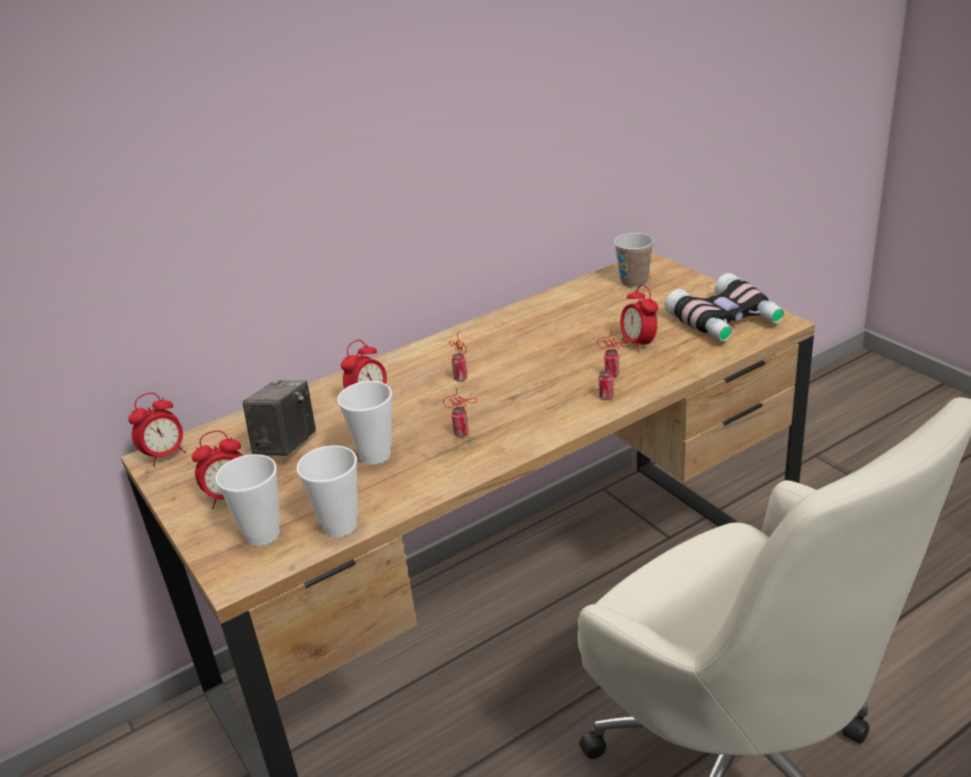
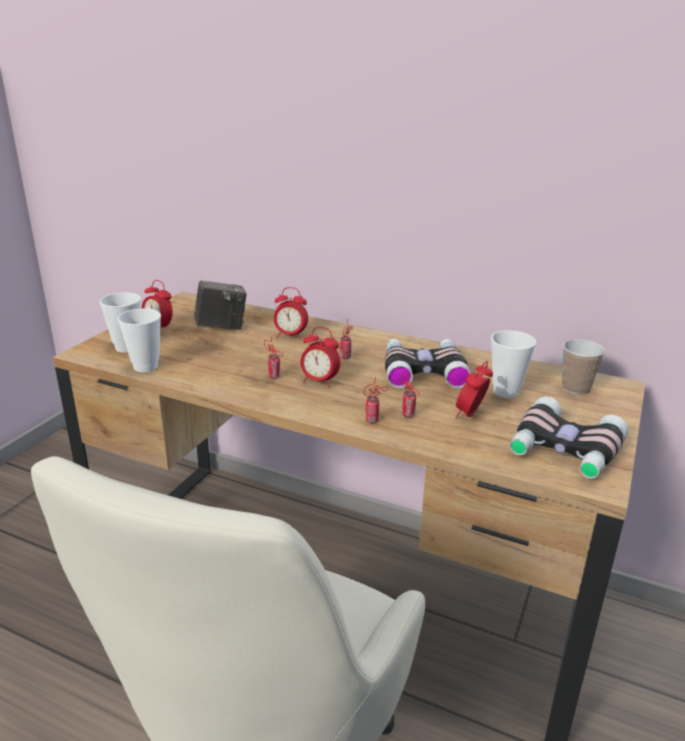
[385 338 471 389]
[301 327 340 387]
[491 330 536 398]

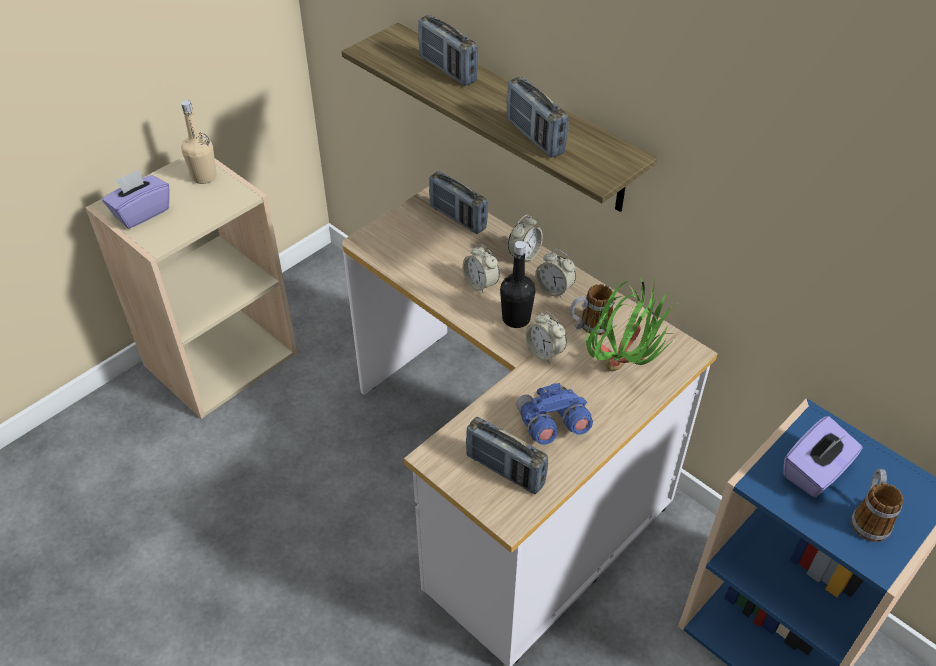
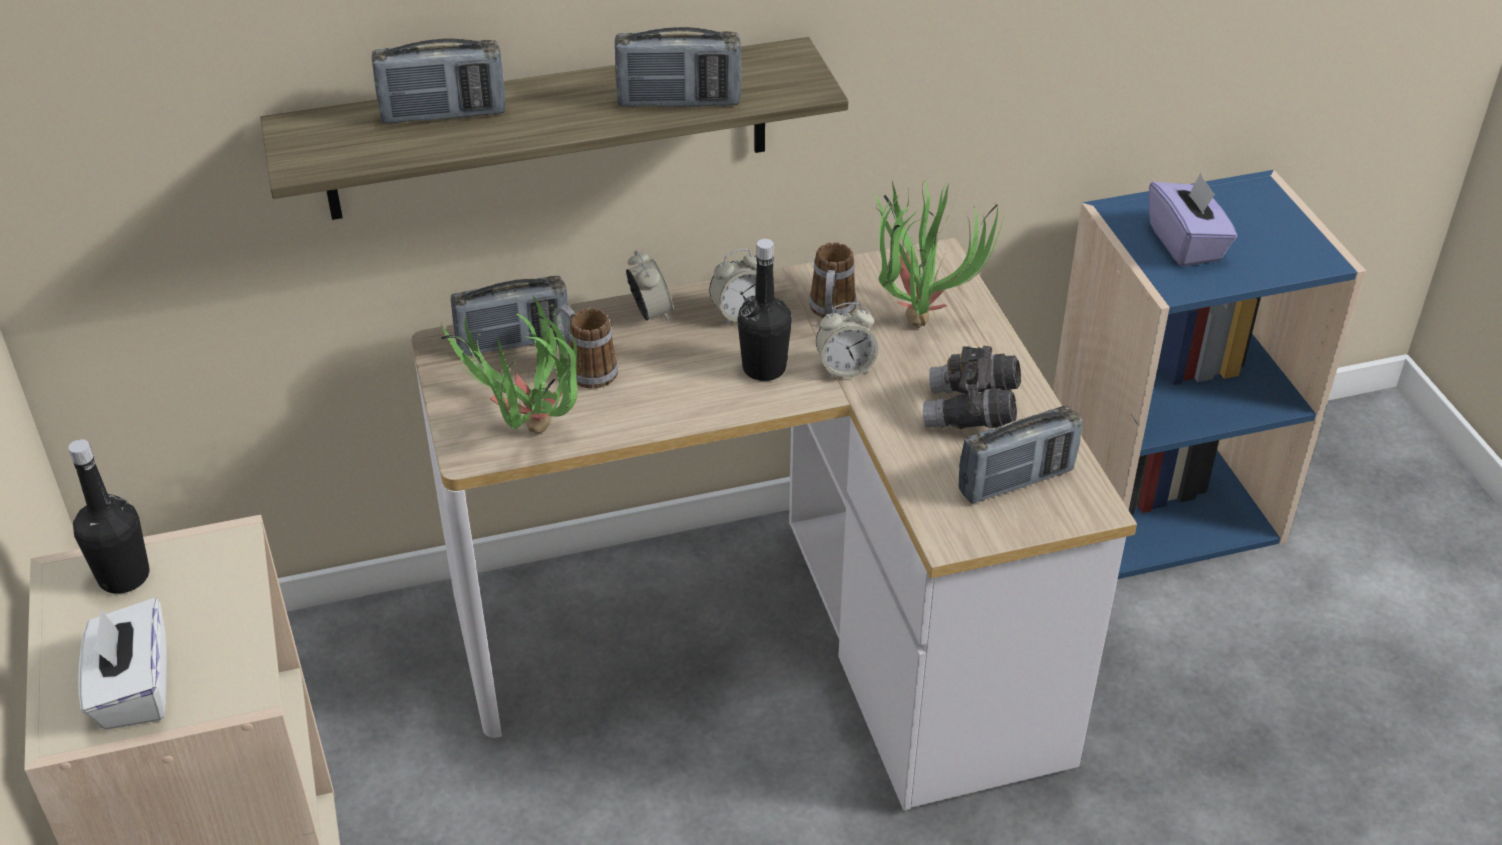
[462 244 500 294] (first image)
[441 296 578 433]
[553 305 618 389]
[78 598 167 730]
[68 439 150 594]
[923 346 1021 429]

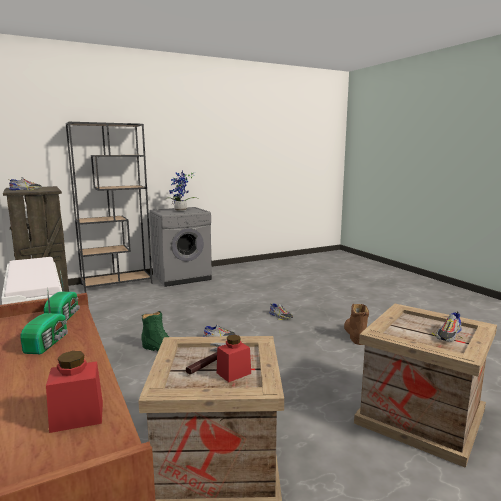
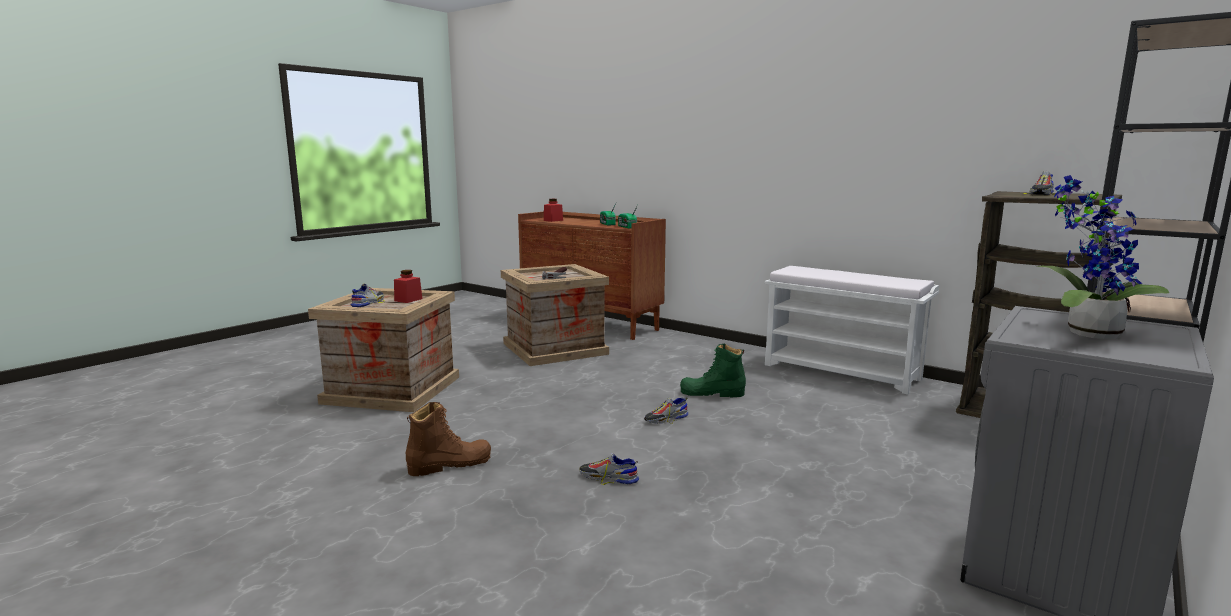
[394 270 422 303]
[406 402 491 476]

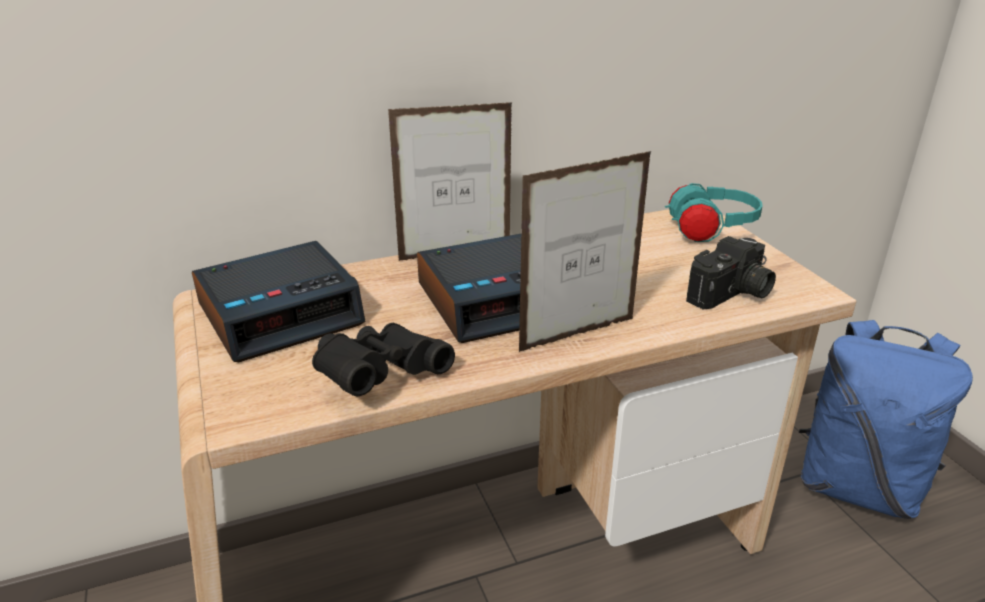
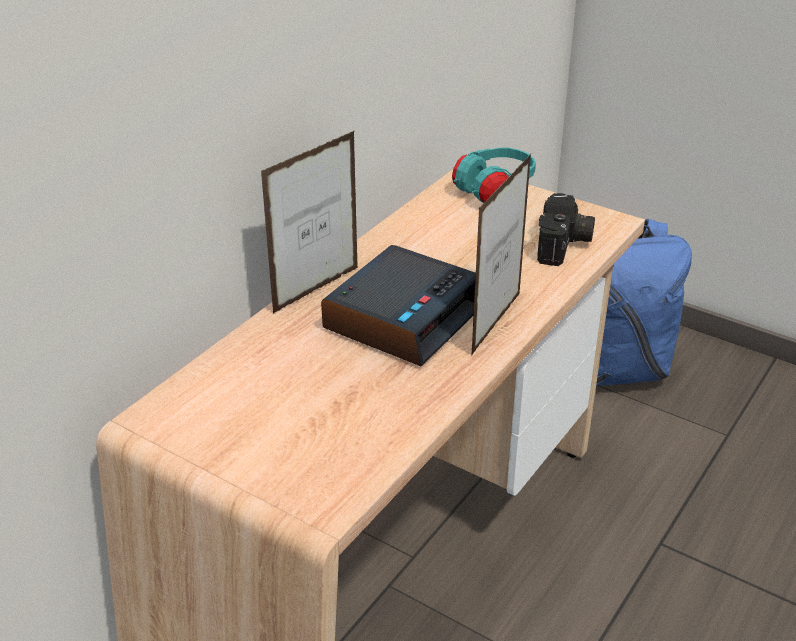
[192 241 365 362] (first image)
[312 323 455 396] (first image)

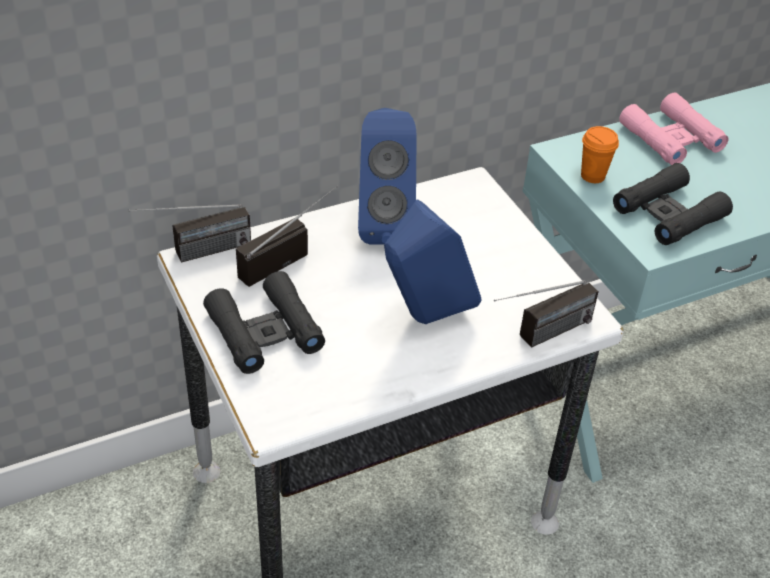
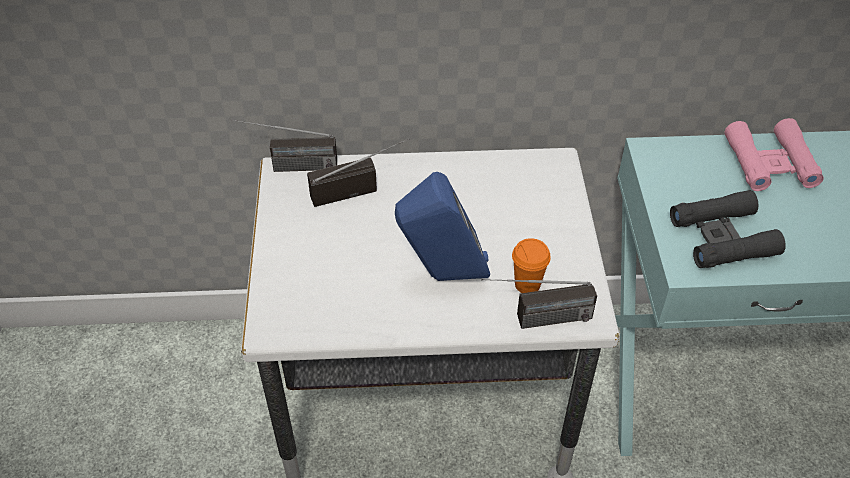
[203 271 325 374] (first image)
[358 108 417 245] (first image)
[512 238 551 293]

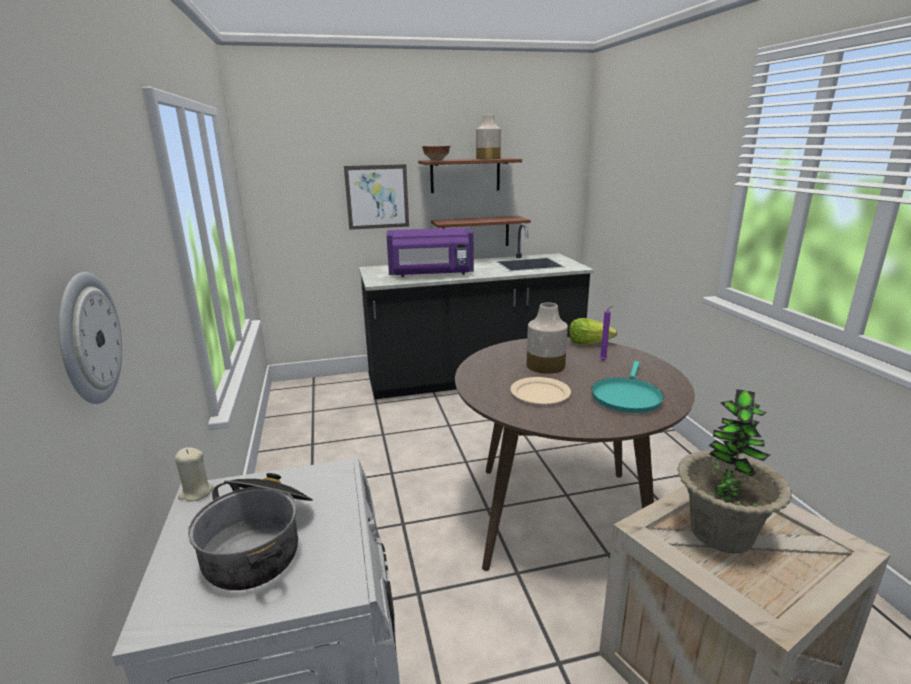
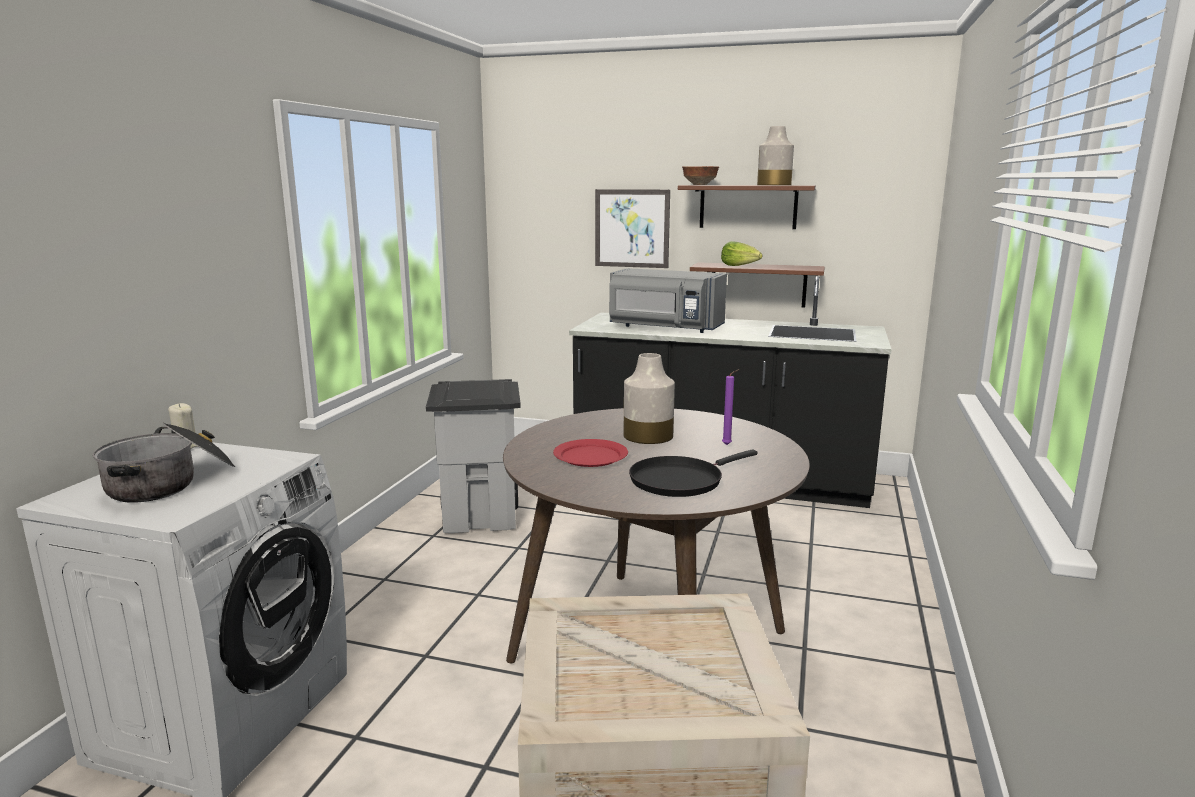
[59 272 122 404] (first image)
[677 389 792 553] (first image)
[426 379 521 533]
[721 241 763 266]
[609 268 727 333]
[553 439 628 467]
[629 450 758 497]

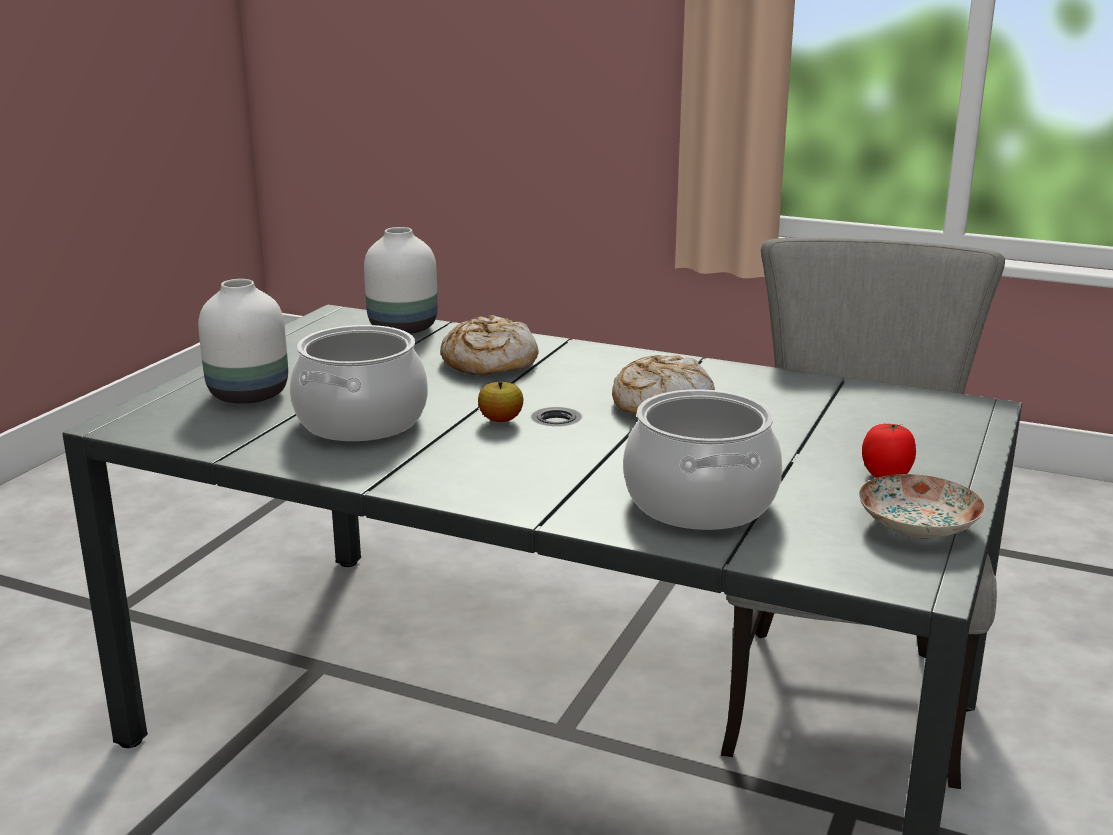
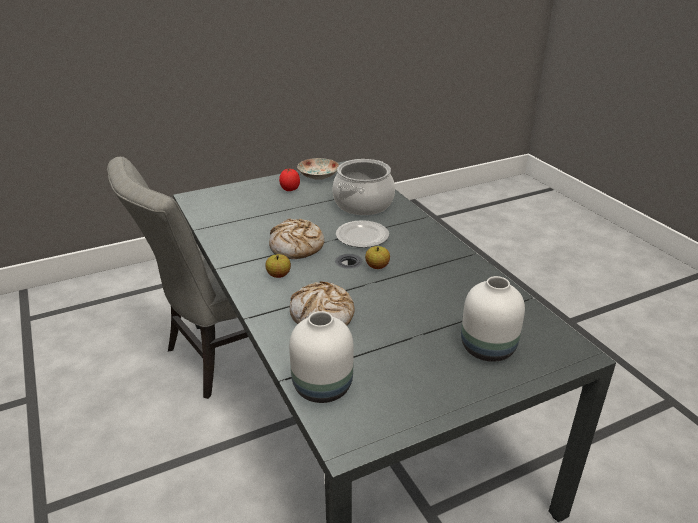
[290 325 428 441] (first image)
[265 254 291 278]
[336 220 389 248]

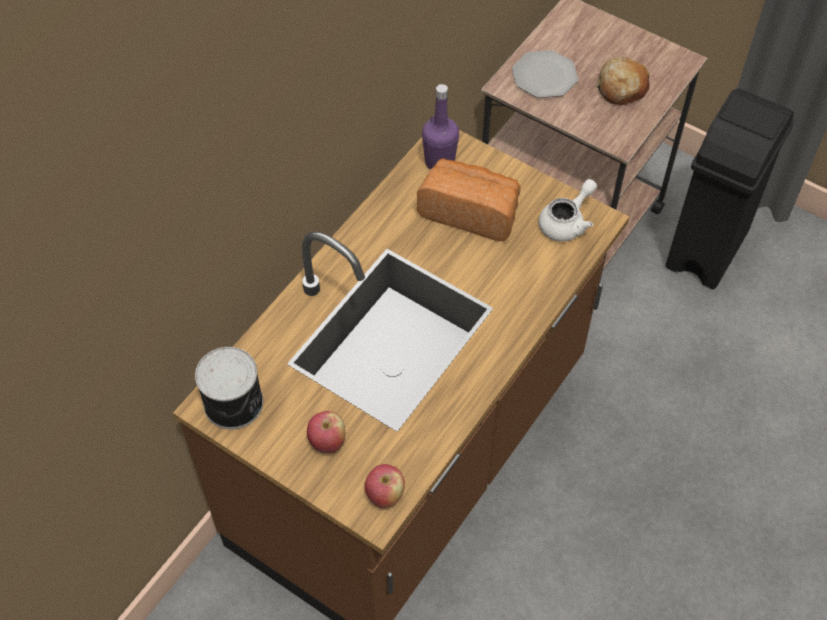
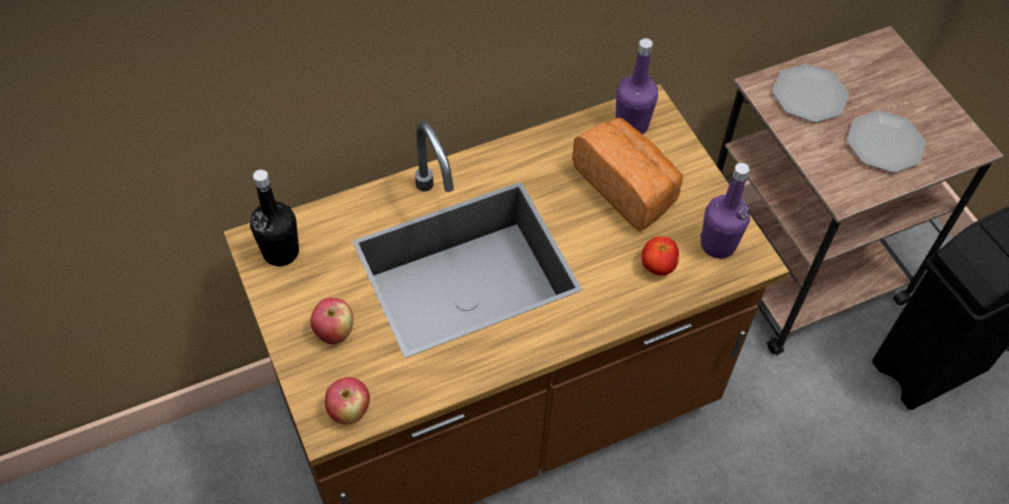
[642 237 679 275]
[250 170 299 266]
[700 163 750 259]
[847 111 926 173]

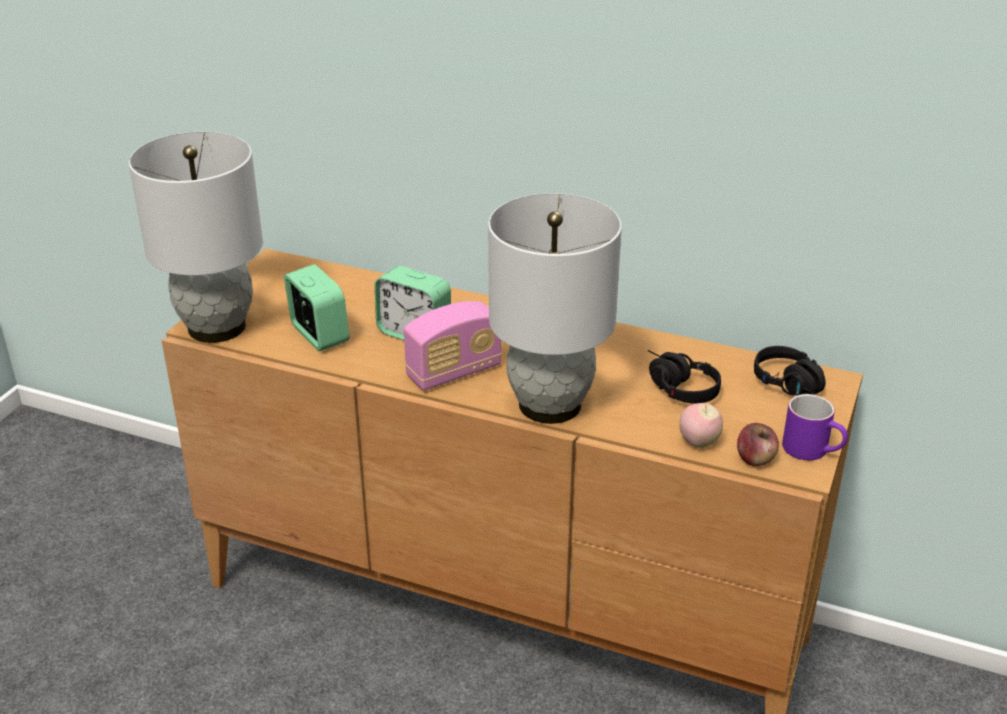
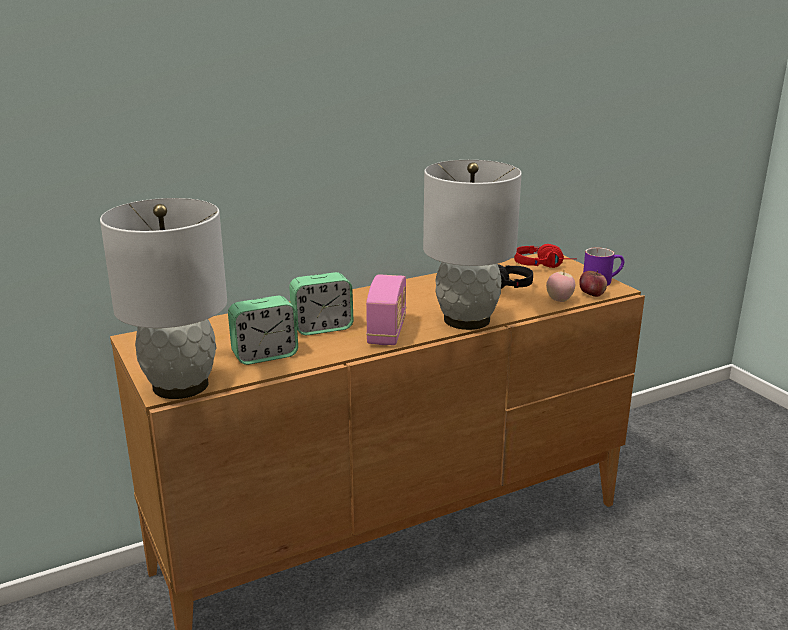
[514 244 577 268]
[228 296 298 365]

